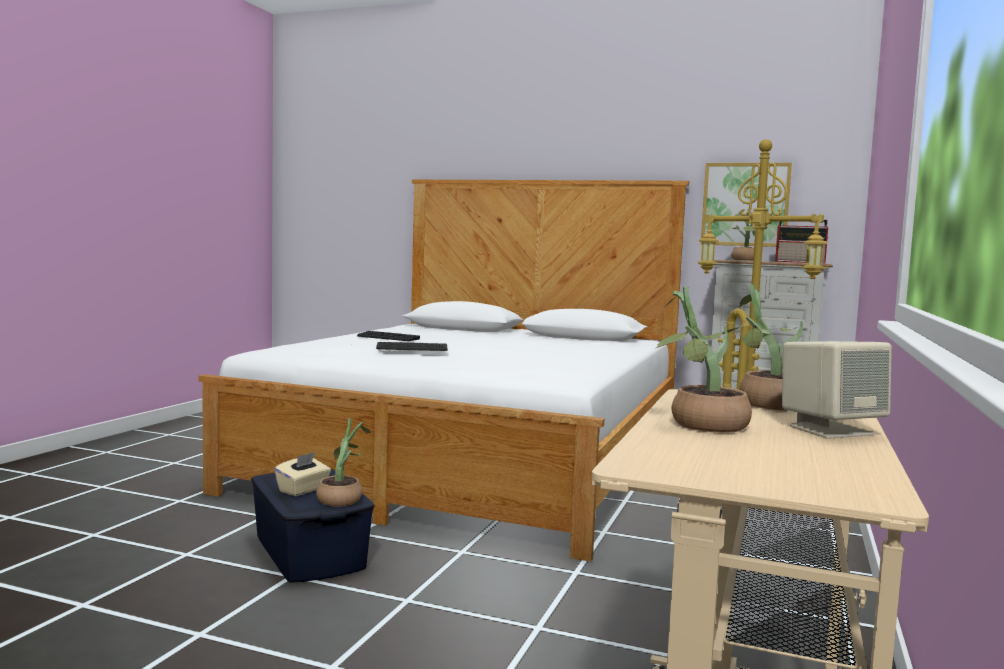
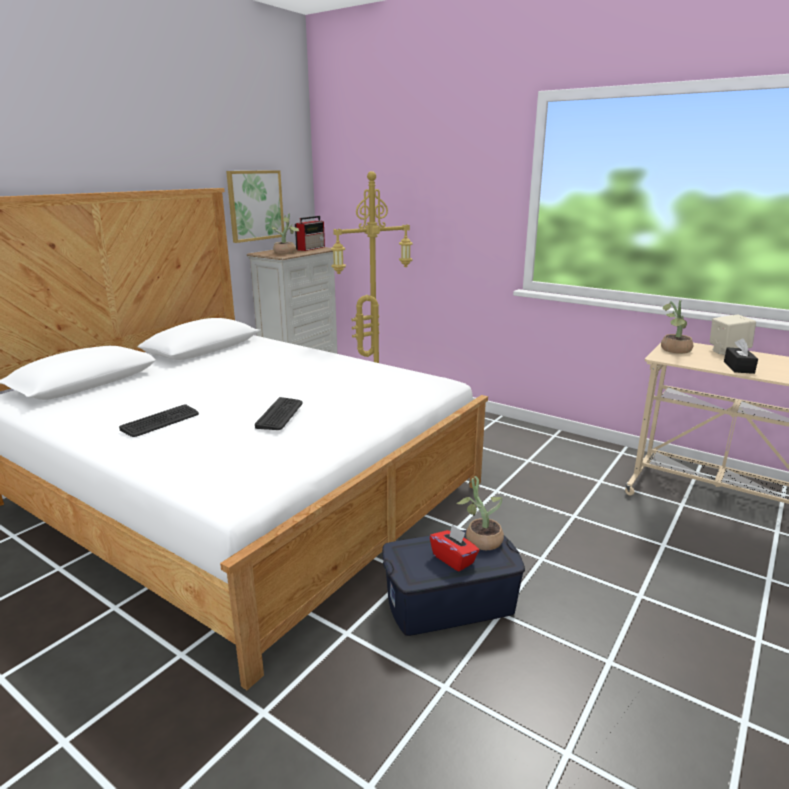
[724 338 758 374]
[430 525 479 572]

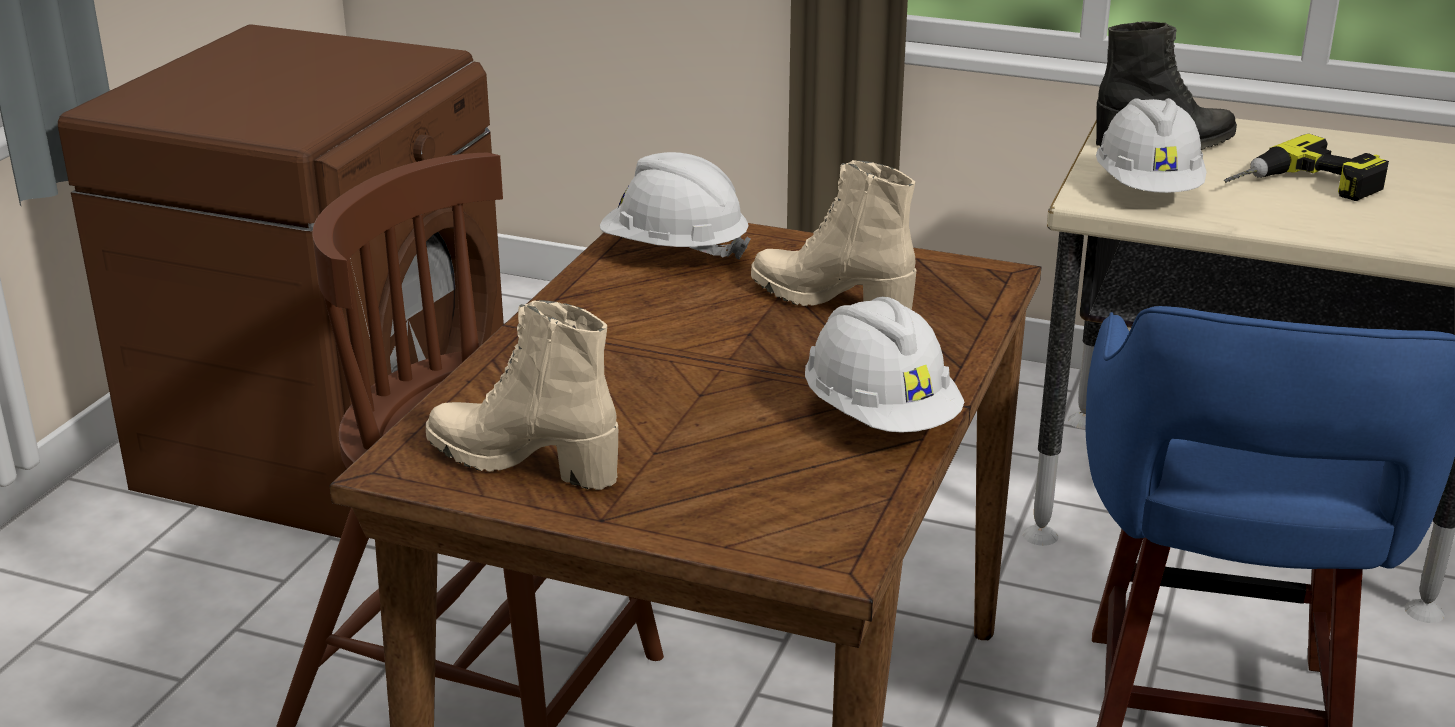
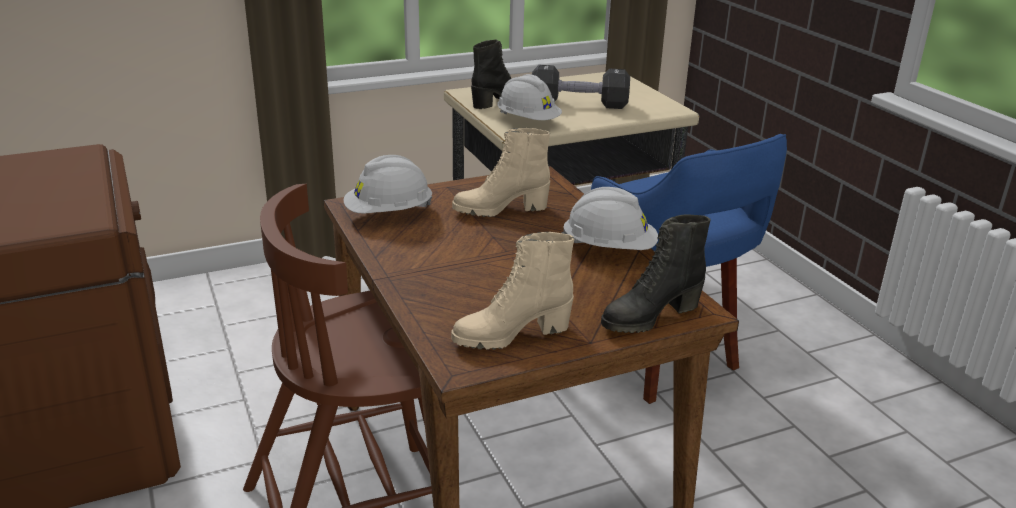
[601 214 711 333]
[532 65 630 109]

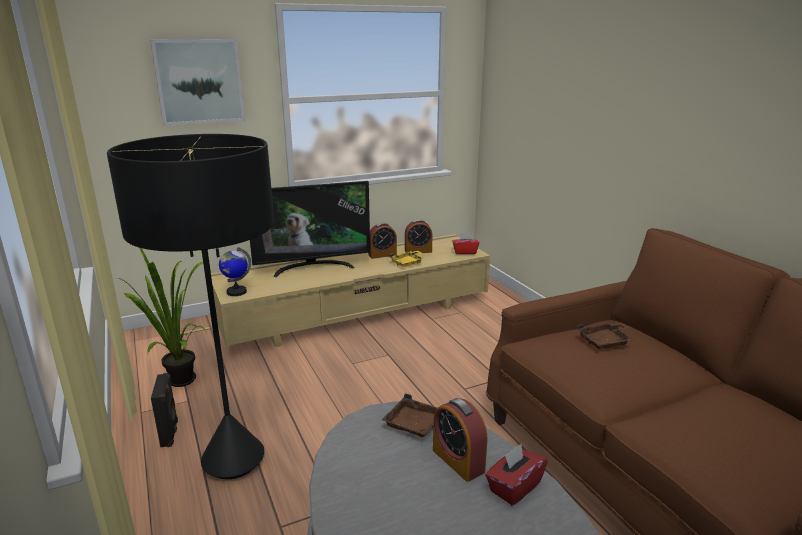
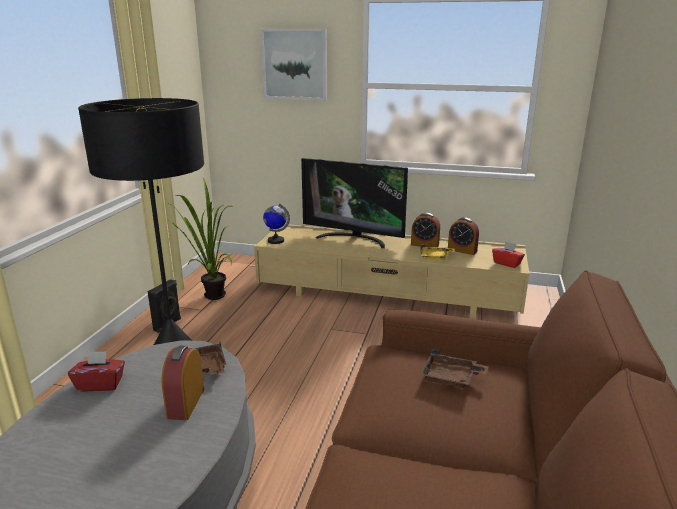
[68 351 125 392]

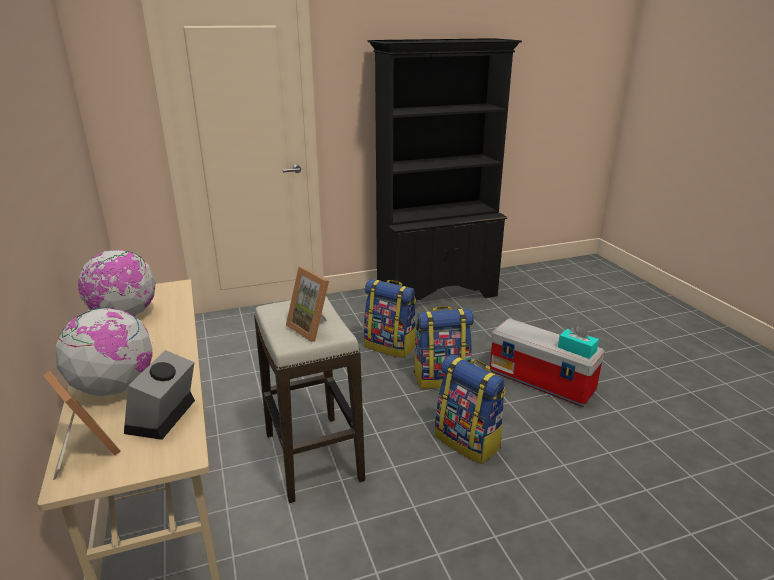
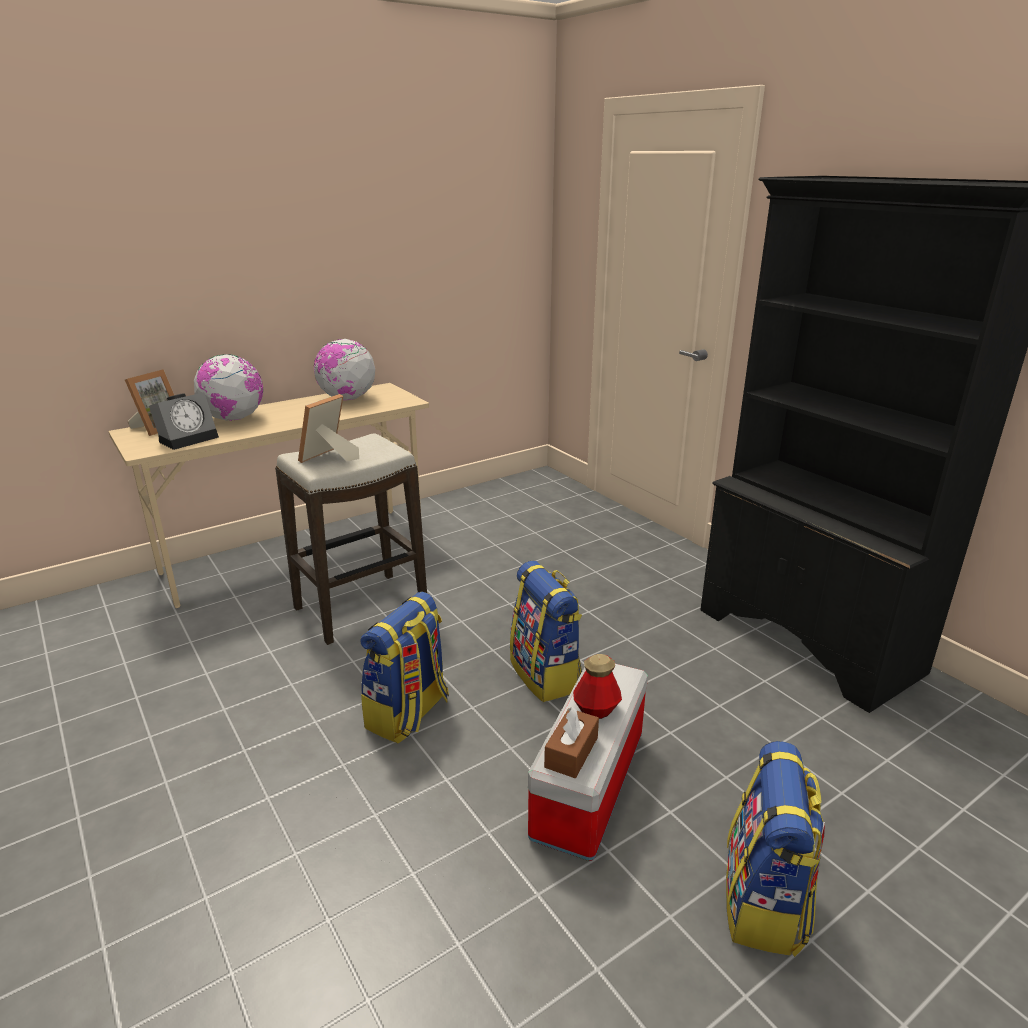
[573 654 622 719]
[726 741 825 957]
[544 707 599 778]
[149 392 219 450]

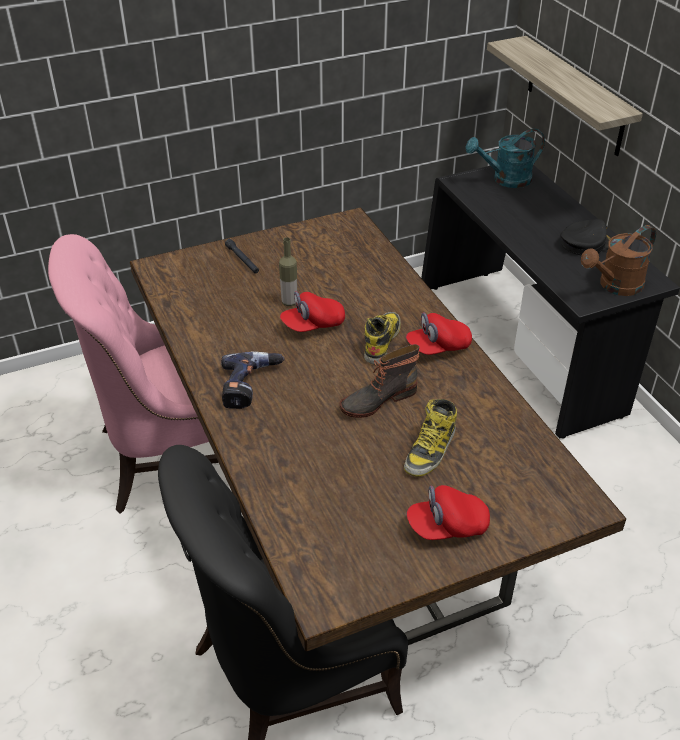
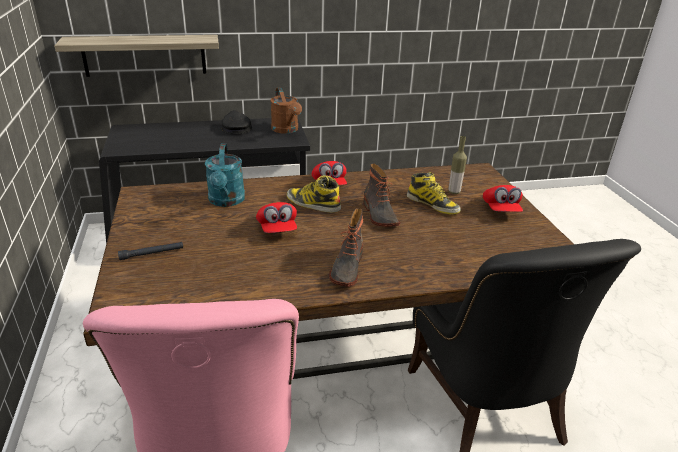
[448 136 467 194]
[205 143 245 207]
[329 208 363 287]

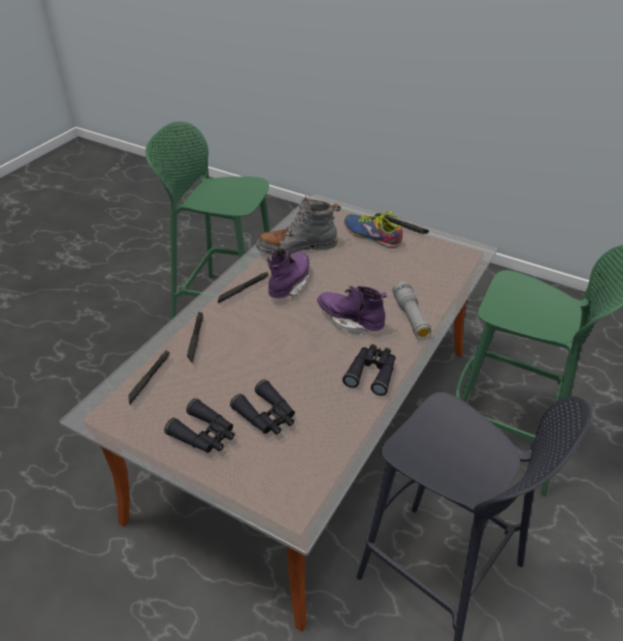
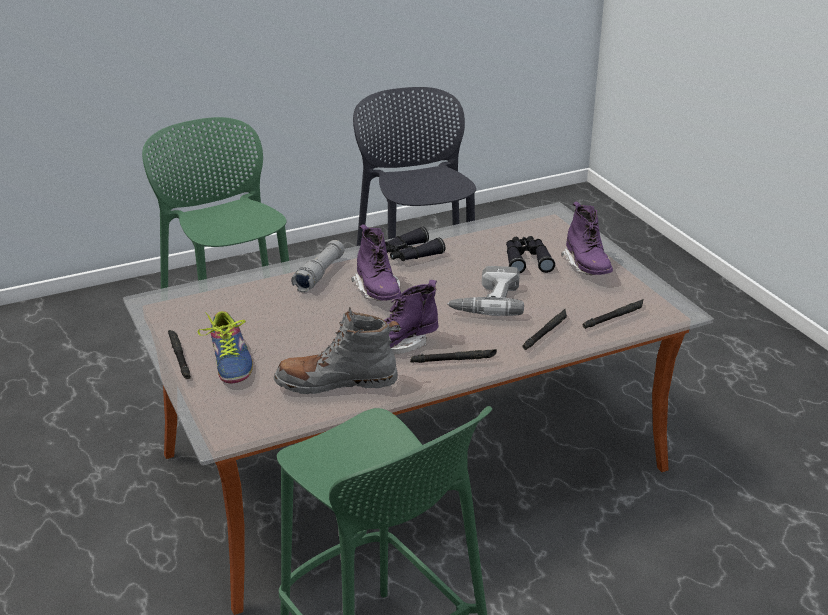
[447 266 524 316]
[561 202 613 275]
[274 307 401 394]

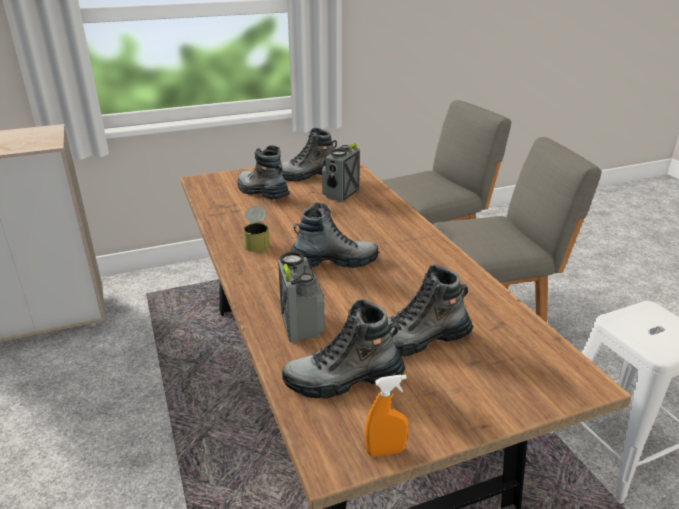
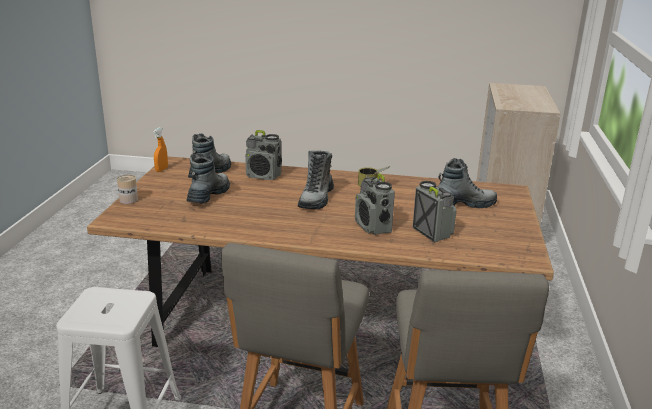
[281 128 337 182] (first image)
[117 175 138 204]
[355 173 395 235]

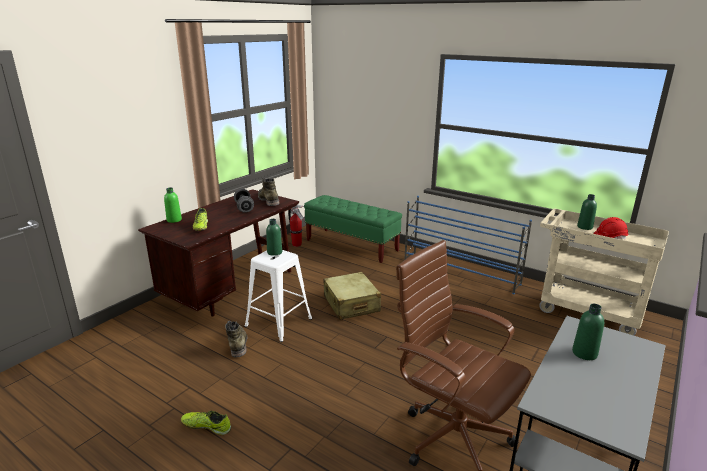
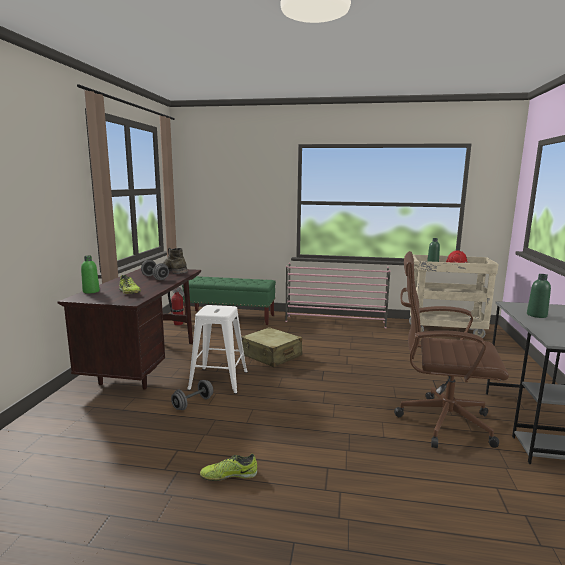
[266 219 282 256] (first image)
[171 380 213 410]
[285 263 390 328]

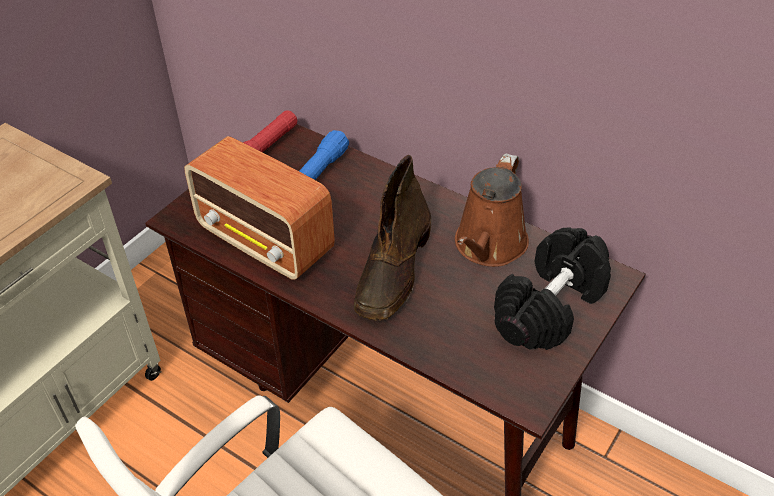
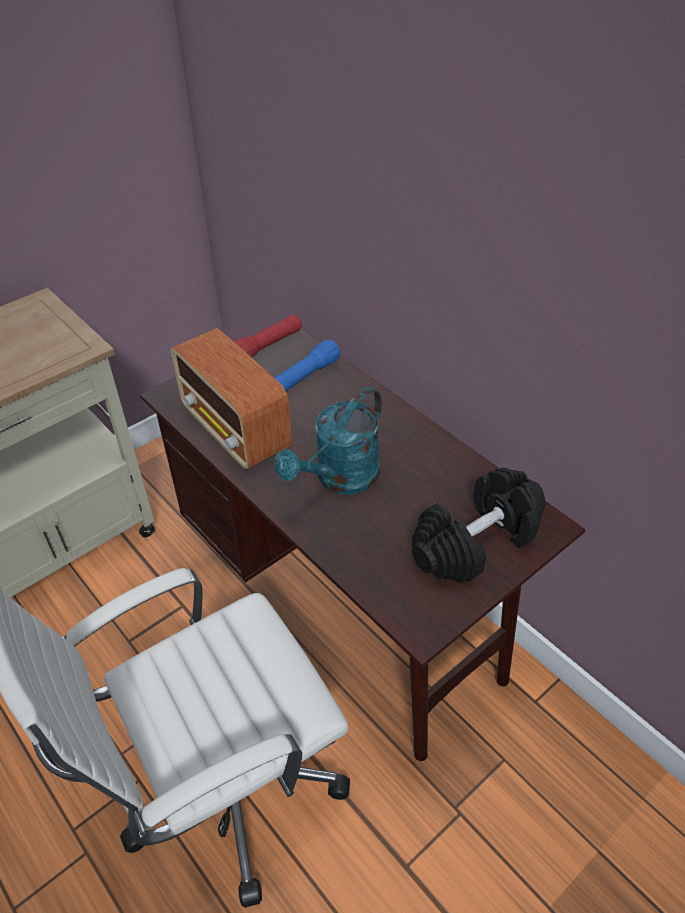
[455 153 529 267] (first image)
[274 387 382 495]

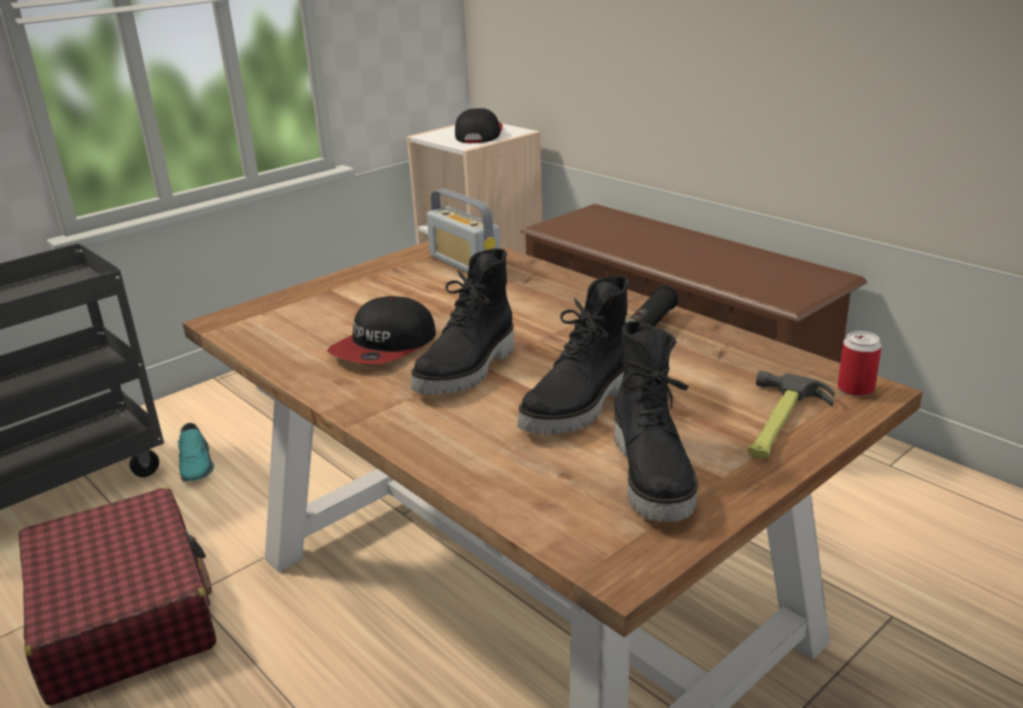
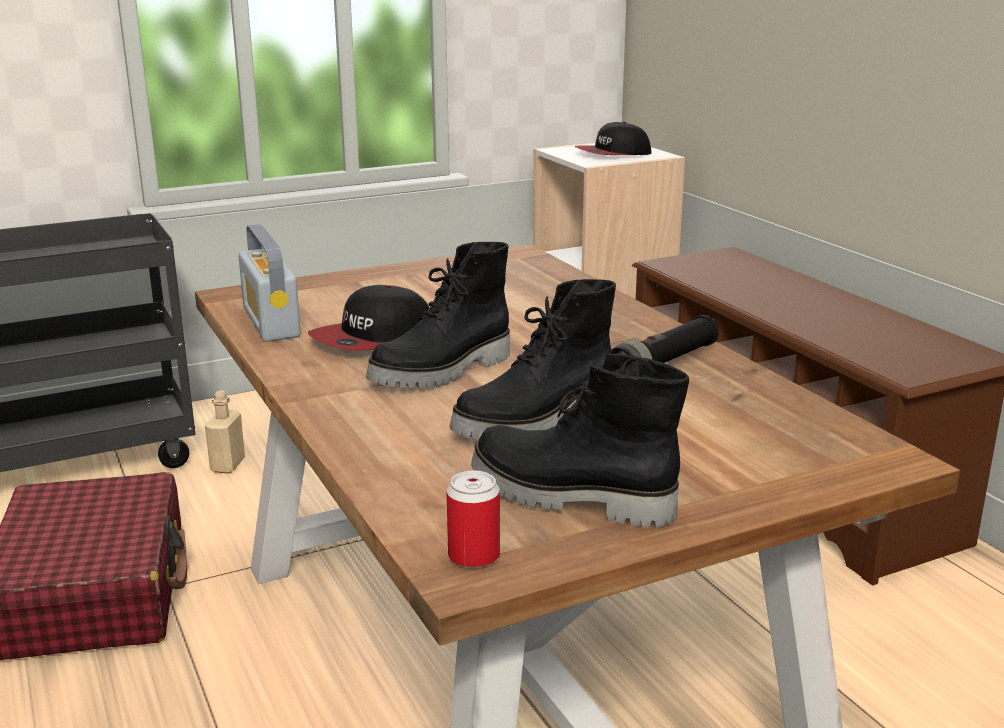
[748 371 835 459] (first image)
[238 224 301 342]
[447 471 500 568]
[205 390 245 473]
[574 122 651 155]
[471 354 689 528]

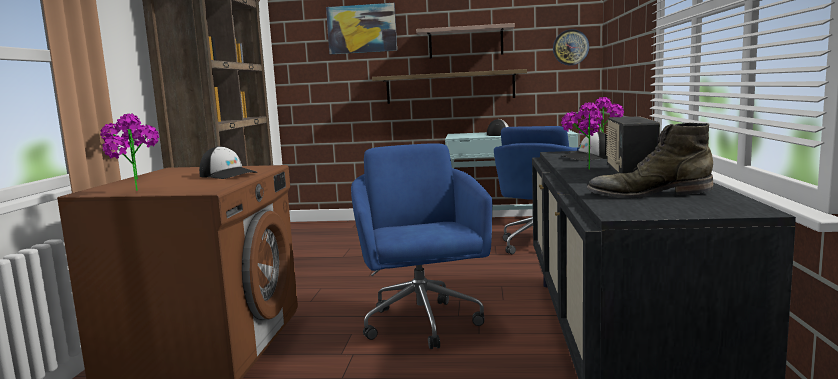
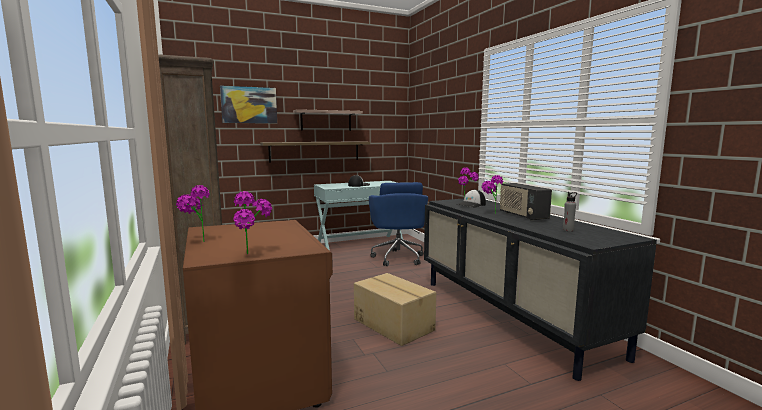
[199 146 257 179] (first image)
[553 29 589 65] (first image)
[354 273 436 346]
[563 192 577 231]

